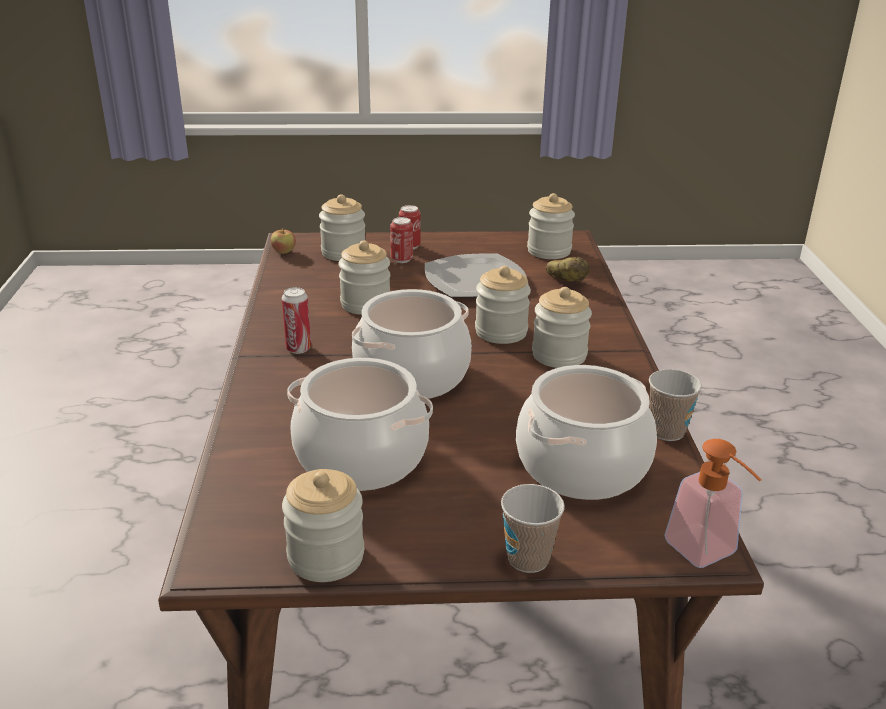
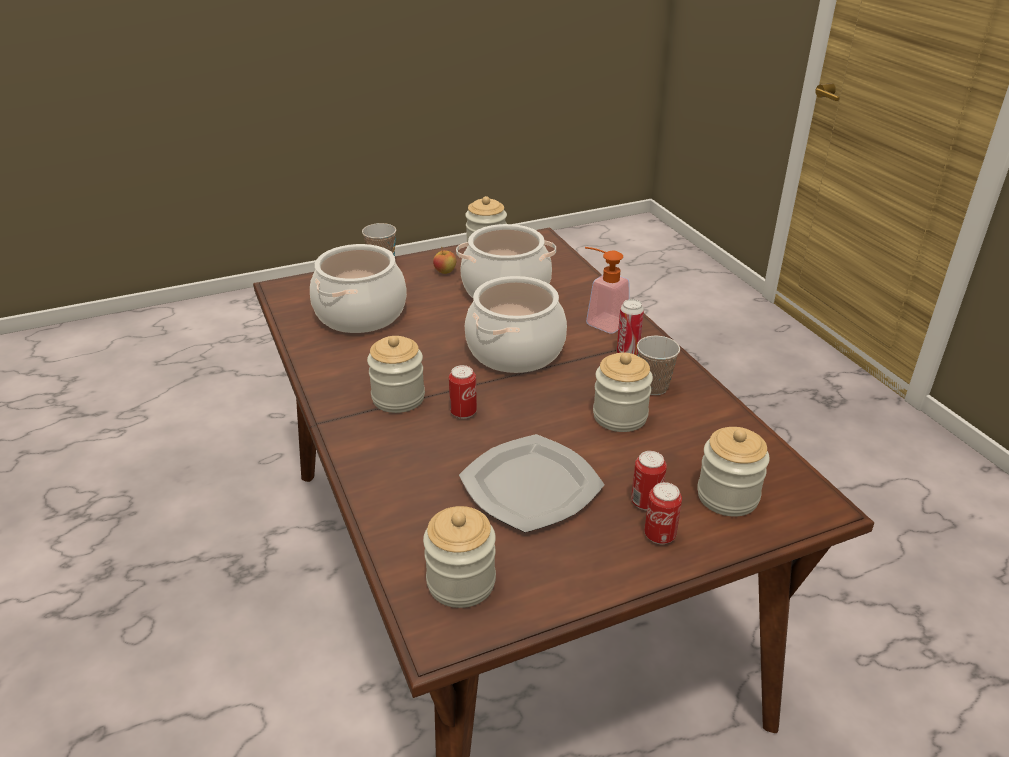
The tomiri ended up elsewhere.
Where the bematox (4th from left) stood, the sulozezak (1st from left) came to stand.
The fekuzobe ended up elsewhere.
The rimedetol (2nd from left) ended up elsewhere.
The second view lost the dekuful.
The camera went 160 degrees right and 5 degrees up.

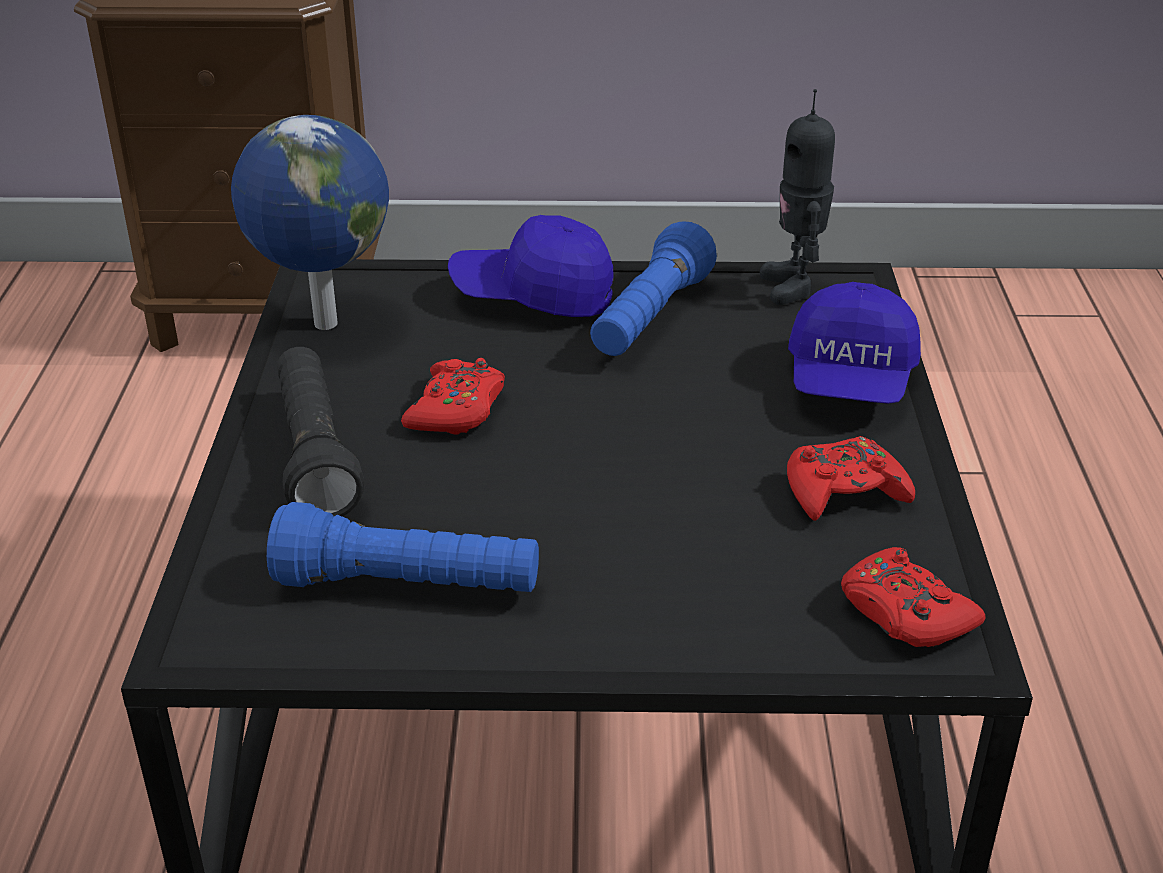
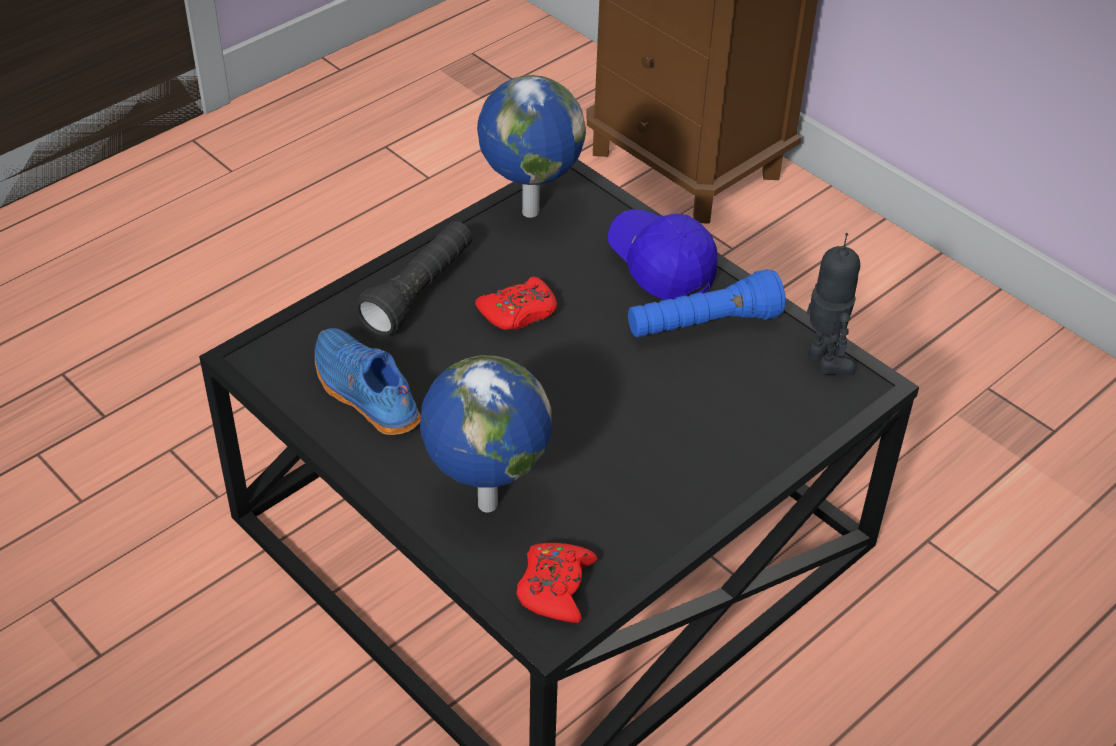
Where the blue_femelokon (1st from left) stood, the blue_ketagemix came to stand.
The second view gained the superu (1st from left).
The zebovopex ended up facing another way, 120 degrees clockwise from before.
The second view lost the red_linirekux (2nd from left).
The second view lost the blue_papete (2nd from left).
The camera went 45 degrees right and 10 degrees up.

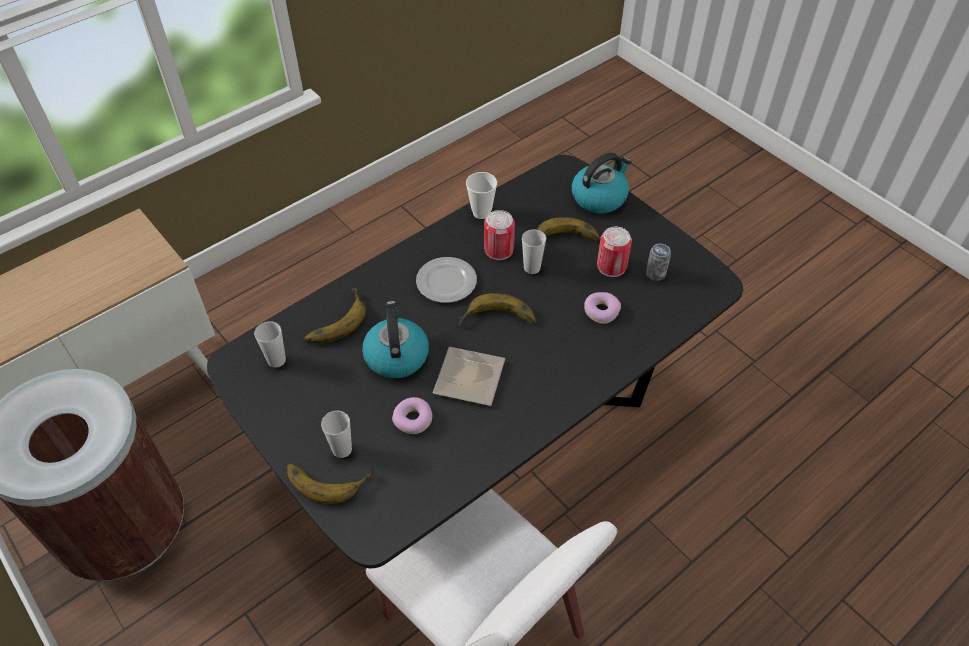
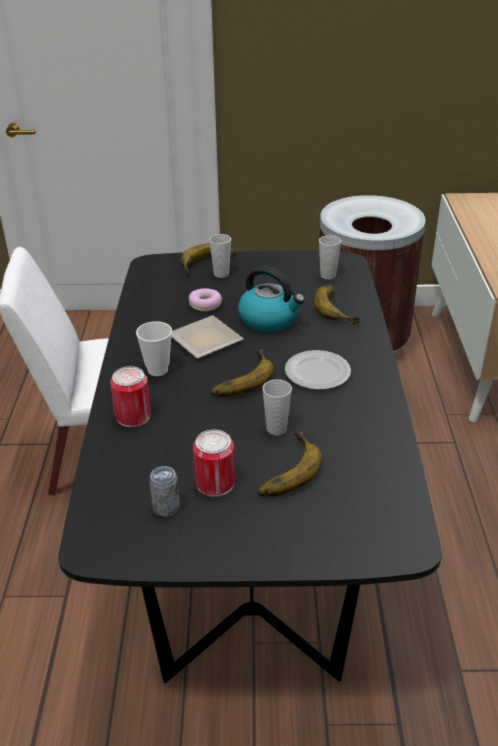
The sulozezak (1st from left) ended up elsewhere.
The rimedetol (3rd from left in the first image) ended up elsewhere.
The second view lost the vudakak (2nd from left).
The second view lost the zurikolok (2nd from left).
The camera went 130 degrees right and 15 degrees down.

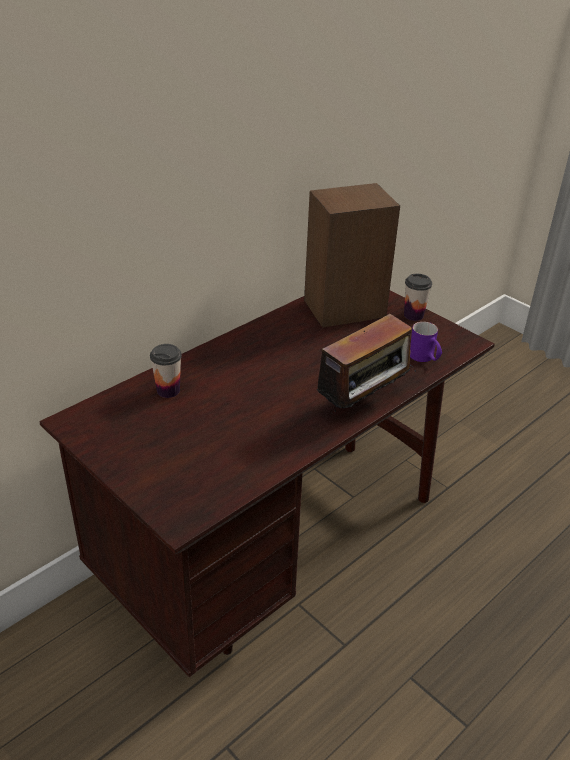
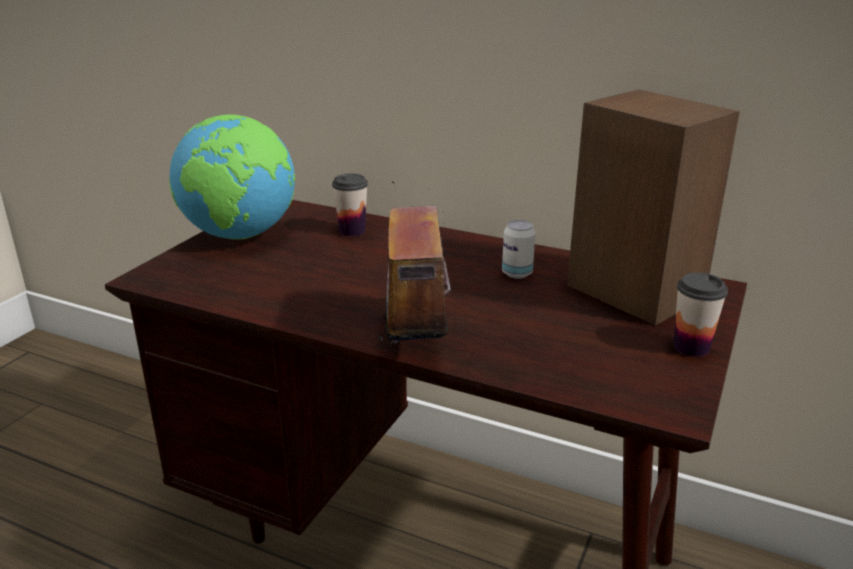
The second view gained the superu.
The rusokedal ended up facing another way, 60 degrees clockwise from before.
The second view gained the sulozezak.
The second view lost the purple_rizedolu.
The camera went 70 degrees right and 10 degrees down.

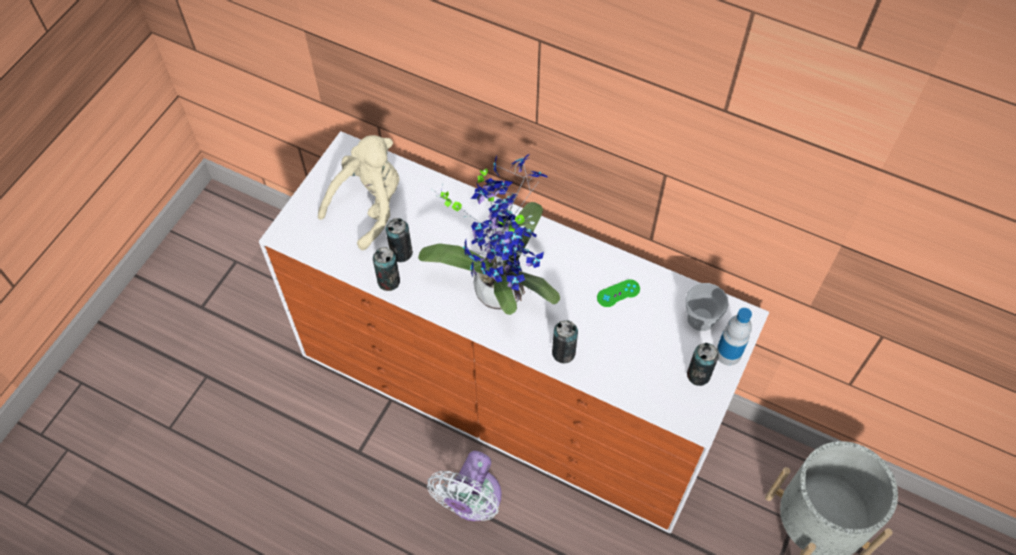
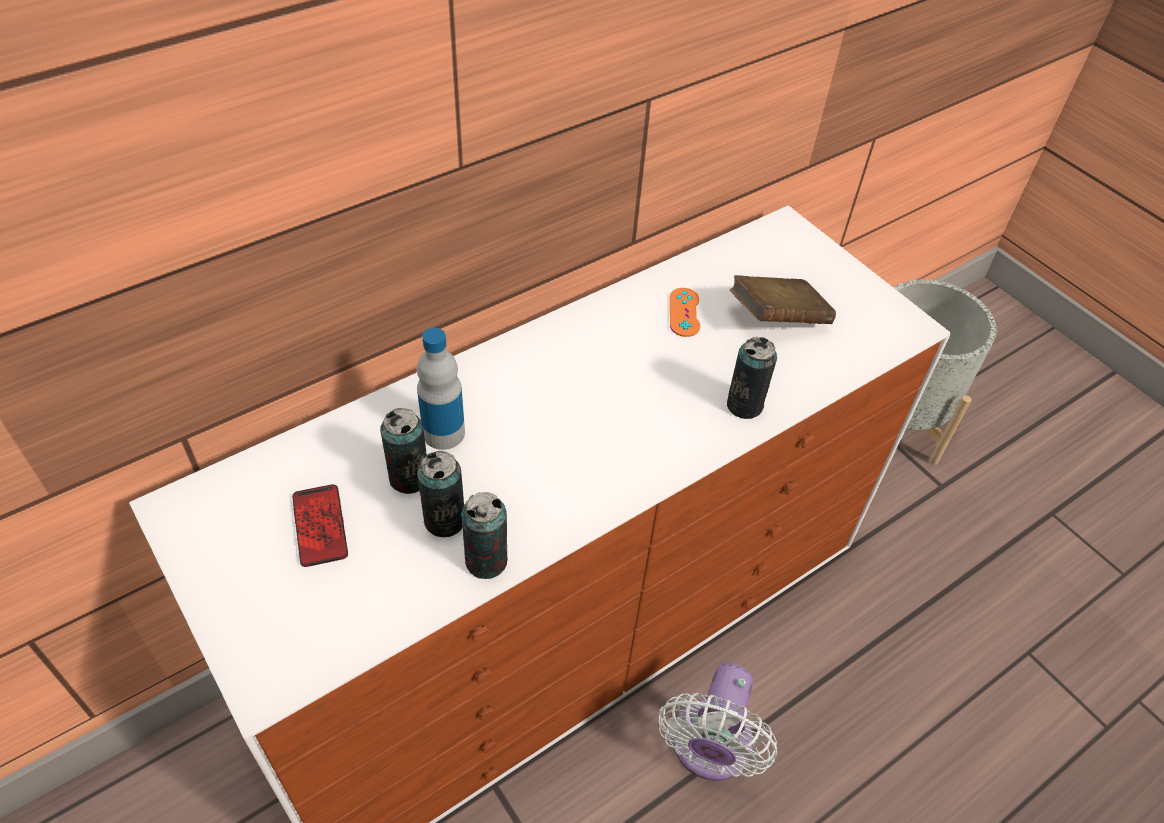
Where the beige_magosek stood, the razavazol came to stand.
The sulozezak (4th from left in the first image) ended up elsewhere.
The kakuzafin ended up elsewhere.
The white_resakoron ended up facing another way, 60 degrees clockwise from before.
What was the green_linirekux turned into the orange_linirekux.
The second view gained the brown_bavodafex.
The second view lost the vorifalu.
The second view lost the rimedetol.
The camera went 65 degrees left and 10 degrees down.

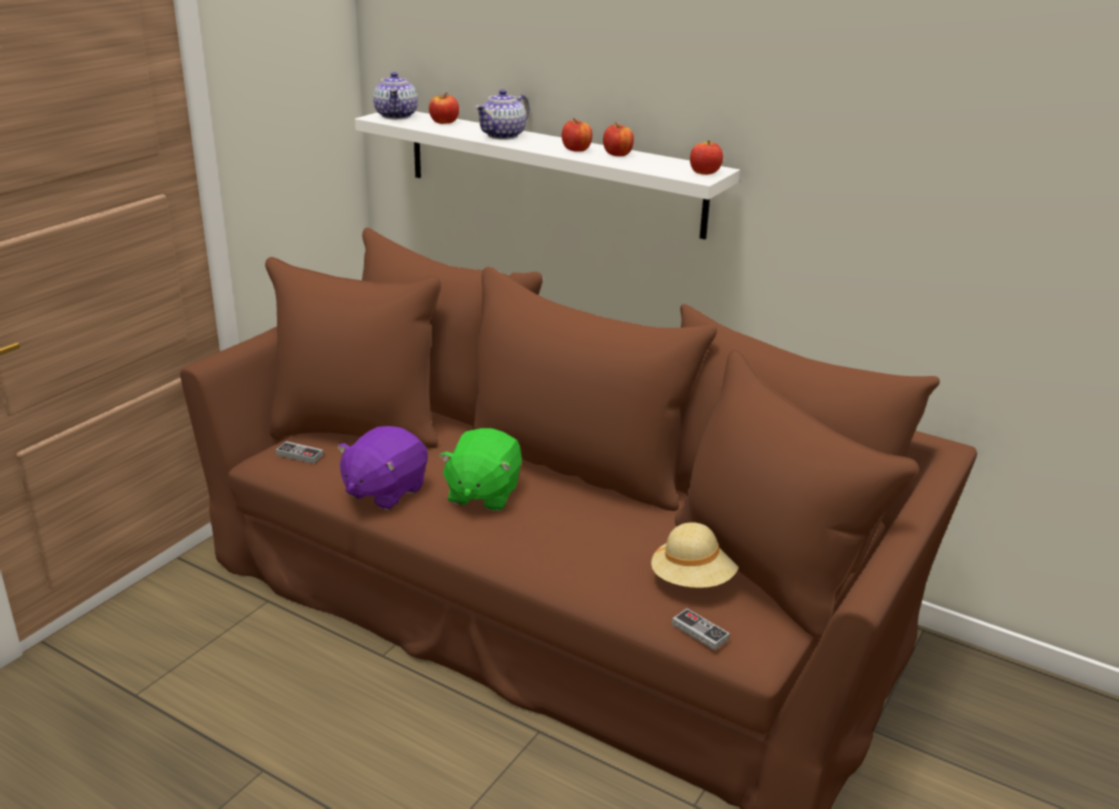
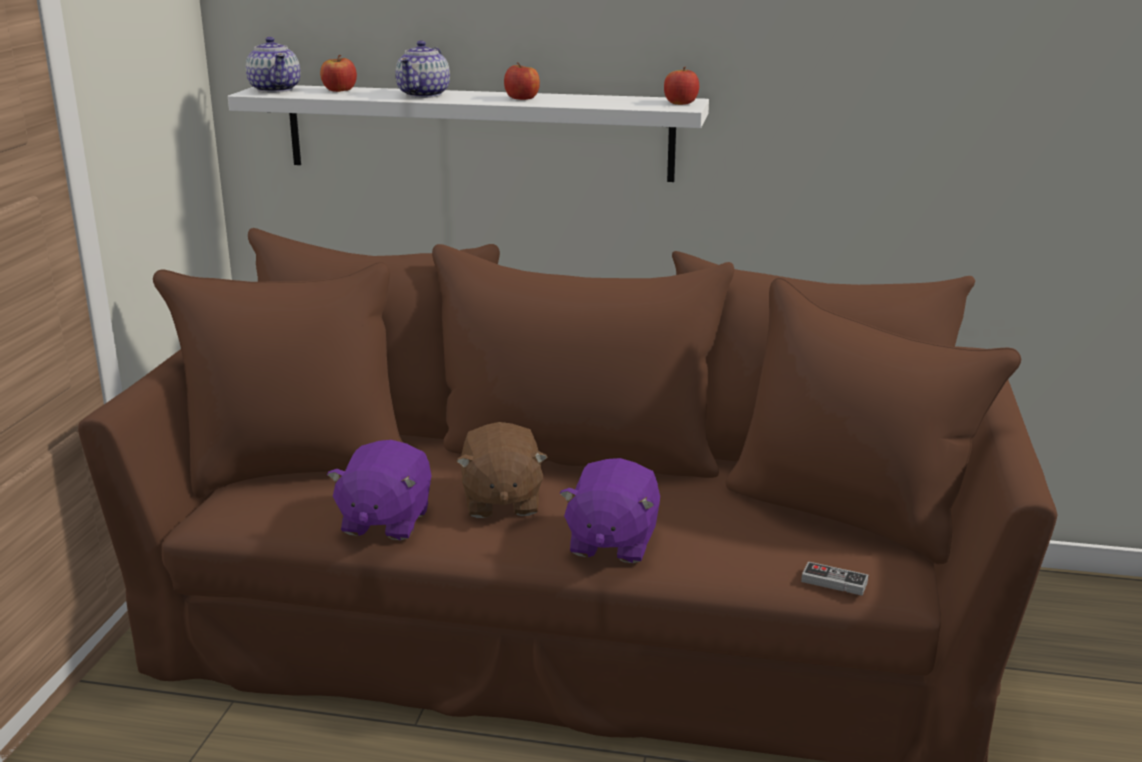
What was the green_magosek turned into the brown_magosek.
The second view gained the purple_magosek (2nd from left).
The second view lost the linirekux (1st from left).
The second view lost the tomiri (3rd from left).
The second view lost the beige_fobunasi.
The camera went 20 degrees left and 5 degrees down.

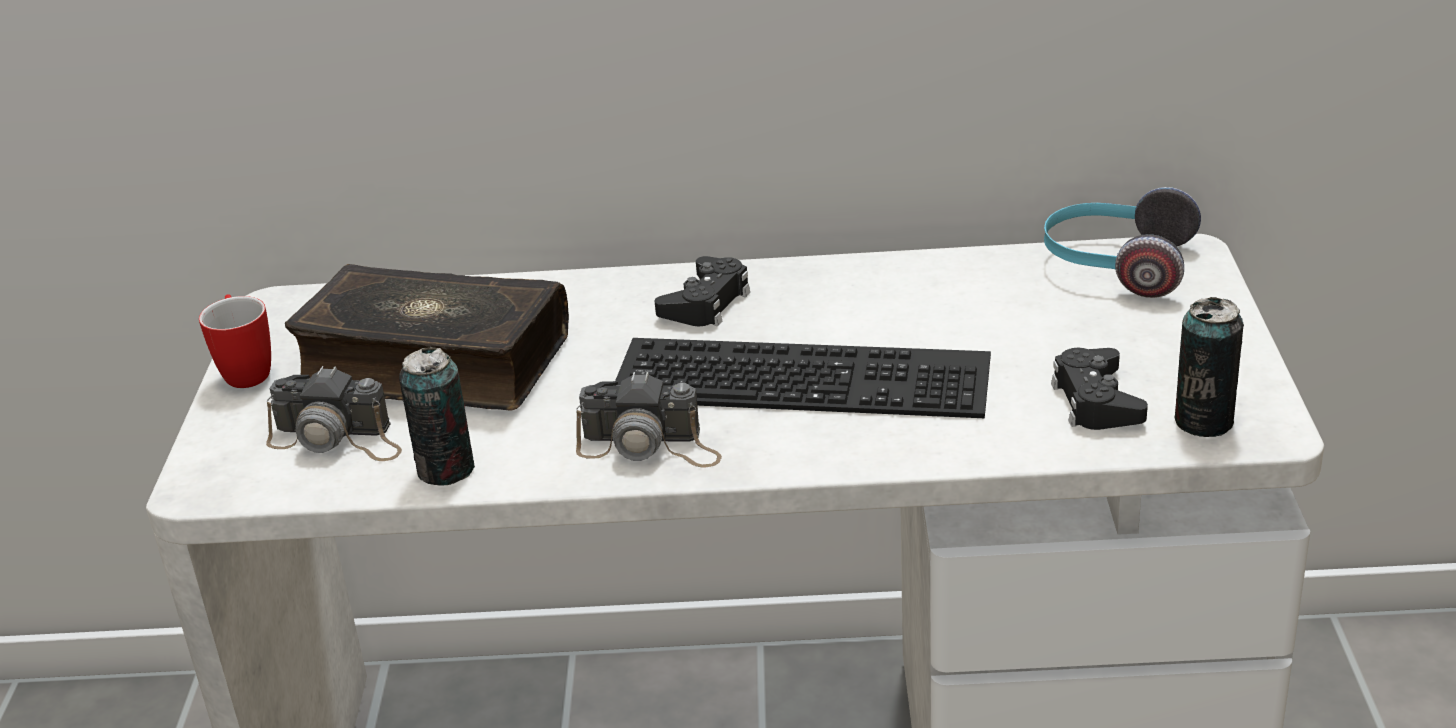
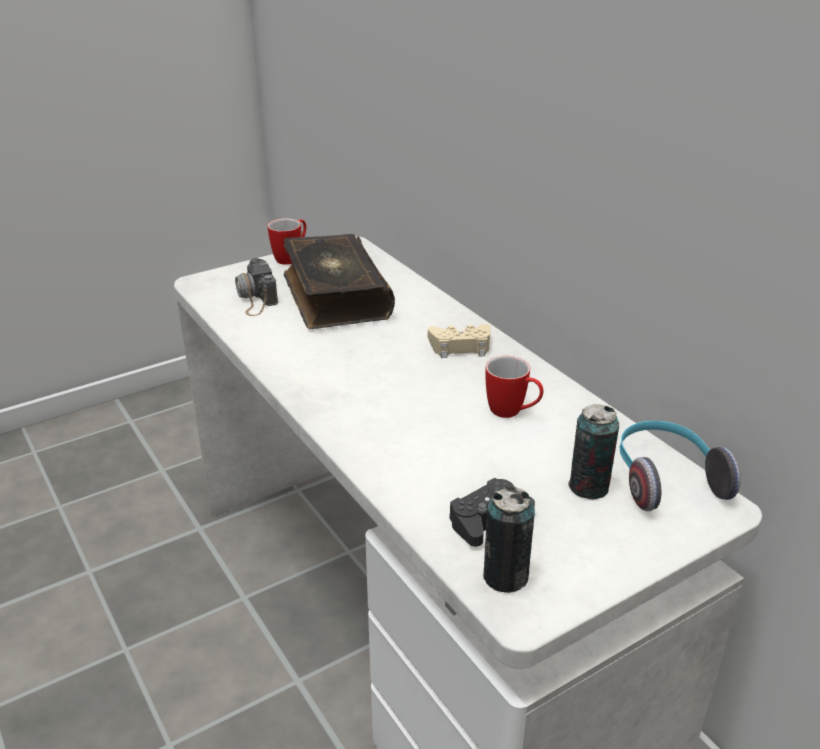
What was the black_linirekux (1st from left) turned into the beige_linirekux.
The second view gained the rizedolu (2nd from left).
The sulozezak (1st from left in the first image) ended up elsewhere.
The second view lost the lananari (2nd from left).
The second view lost the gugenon.
The camera went 55 degrees right and 0 degrees up.

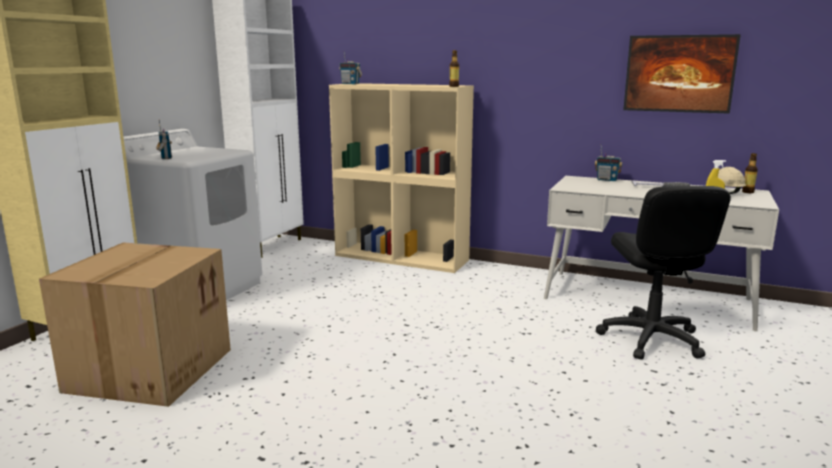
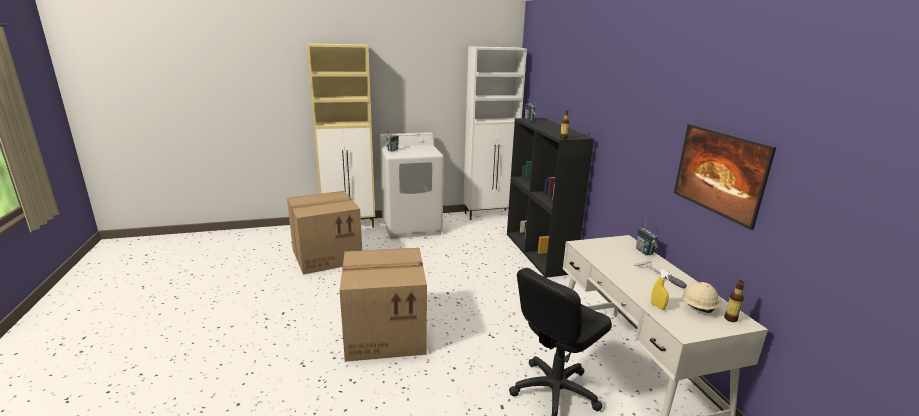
The second view gained the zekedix (2nd from left).
What was the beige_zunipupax turned into the black_zunipupax.
The camera went 50 degrees right and 5 degrees up.

